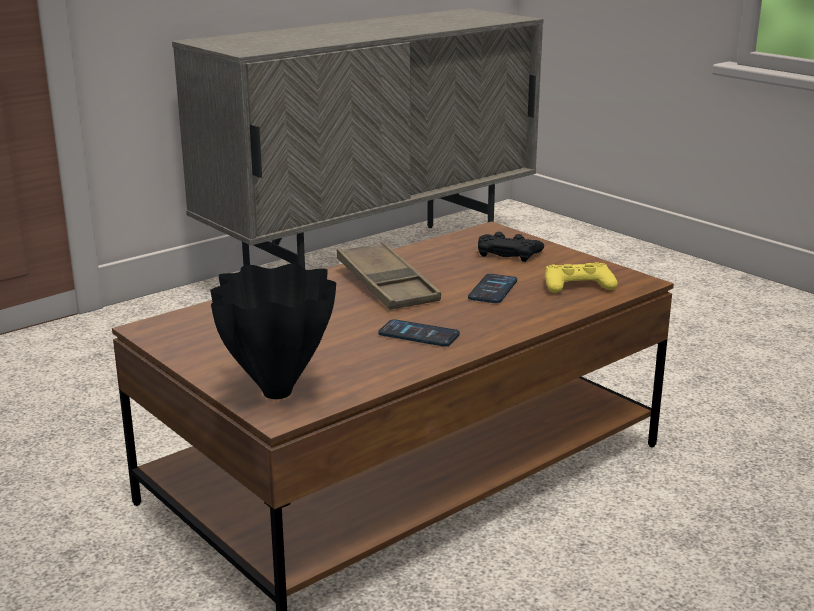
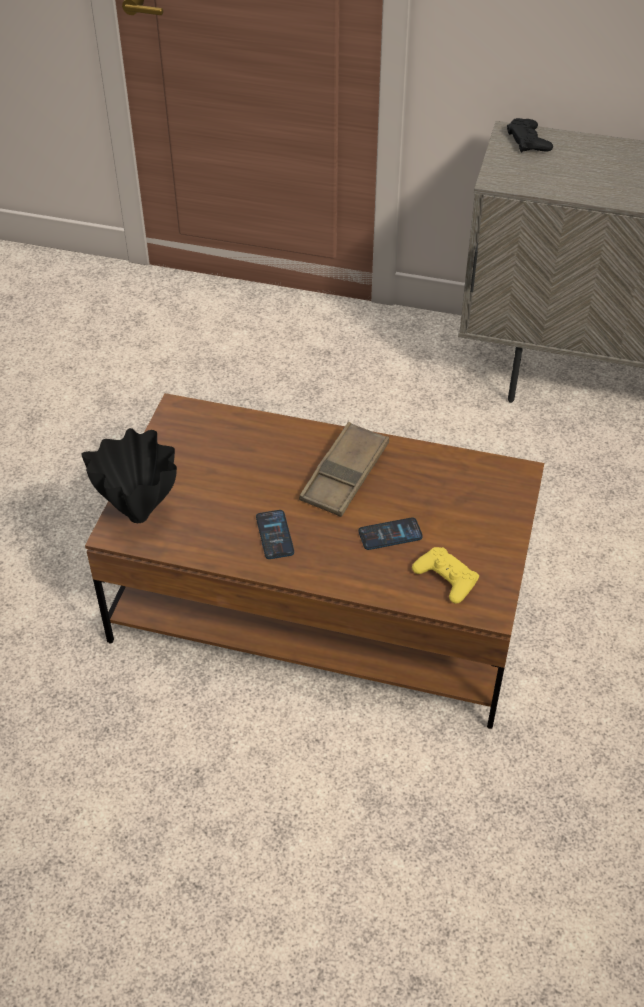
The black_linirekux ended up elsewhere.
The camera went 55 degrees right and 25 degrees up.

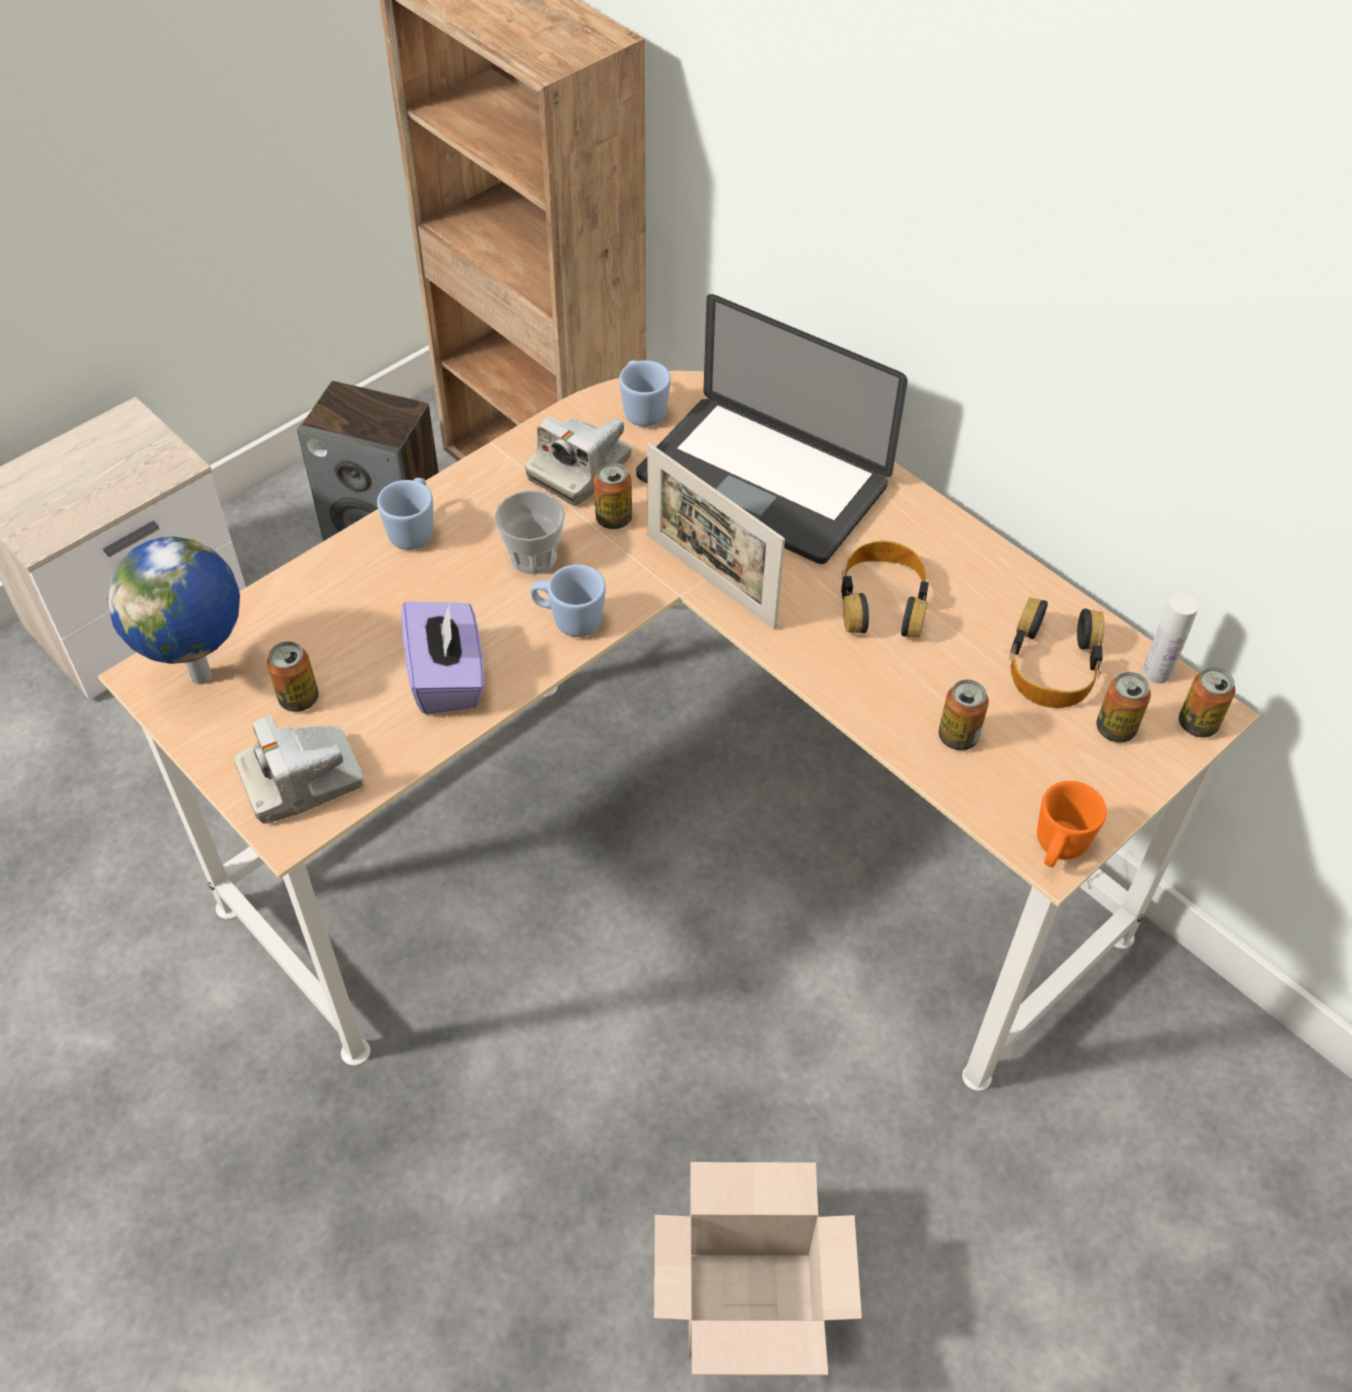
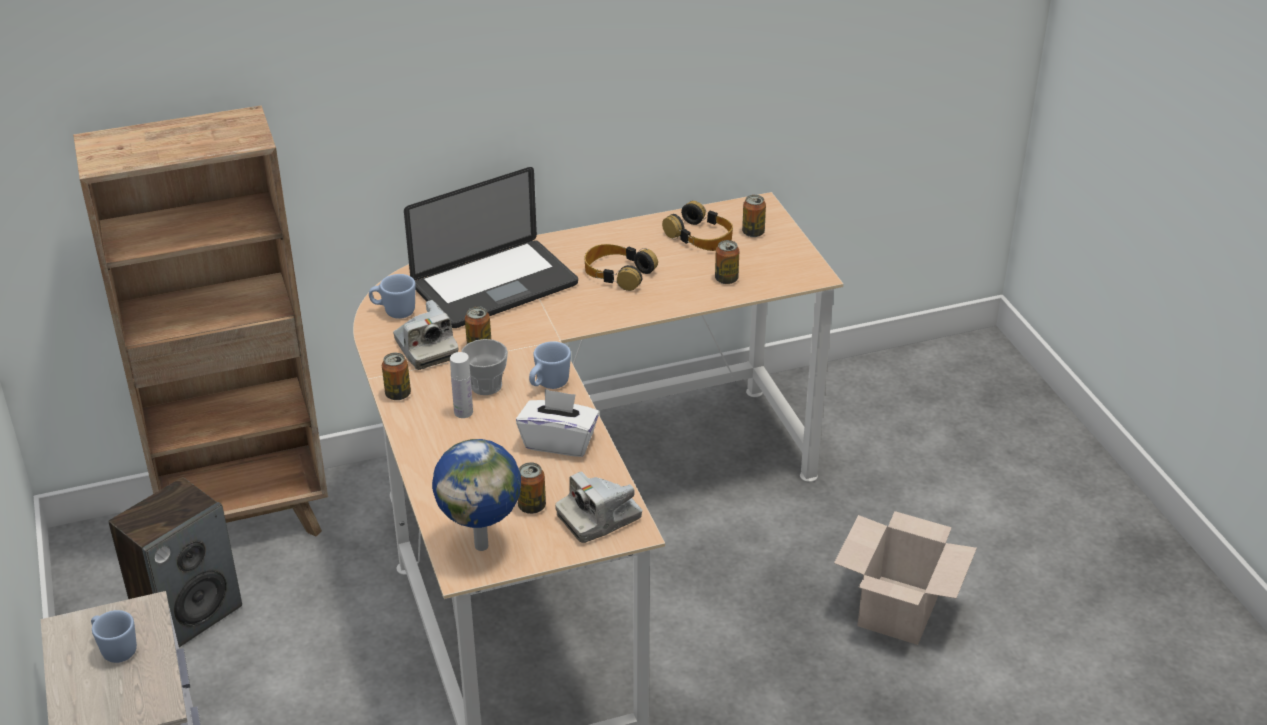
The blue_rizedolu (1st from left) ended up elsewhere.
The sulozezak (5th from left in the first image) ended up elsewhere.
The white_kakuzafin ended up elsewhere.
What was the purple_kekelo turned into the white_kekelo.
The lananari (1st from left in the first image) ended up facing another way, 60 degrees clockwise from before.
The second view lost the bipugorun.
The second view lost the orange_rizedolu.
The camera went 65 degrees left and 15 degrees down.

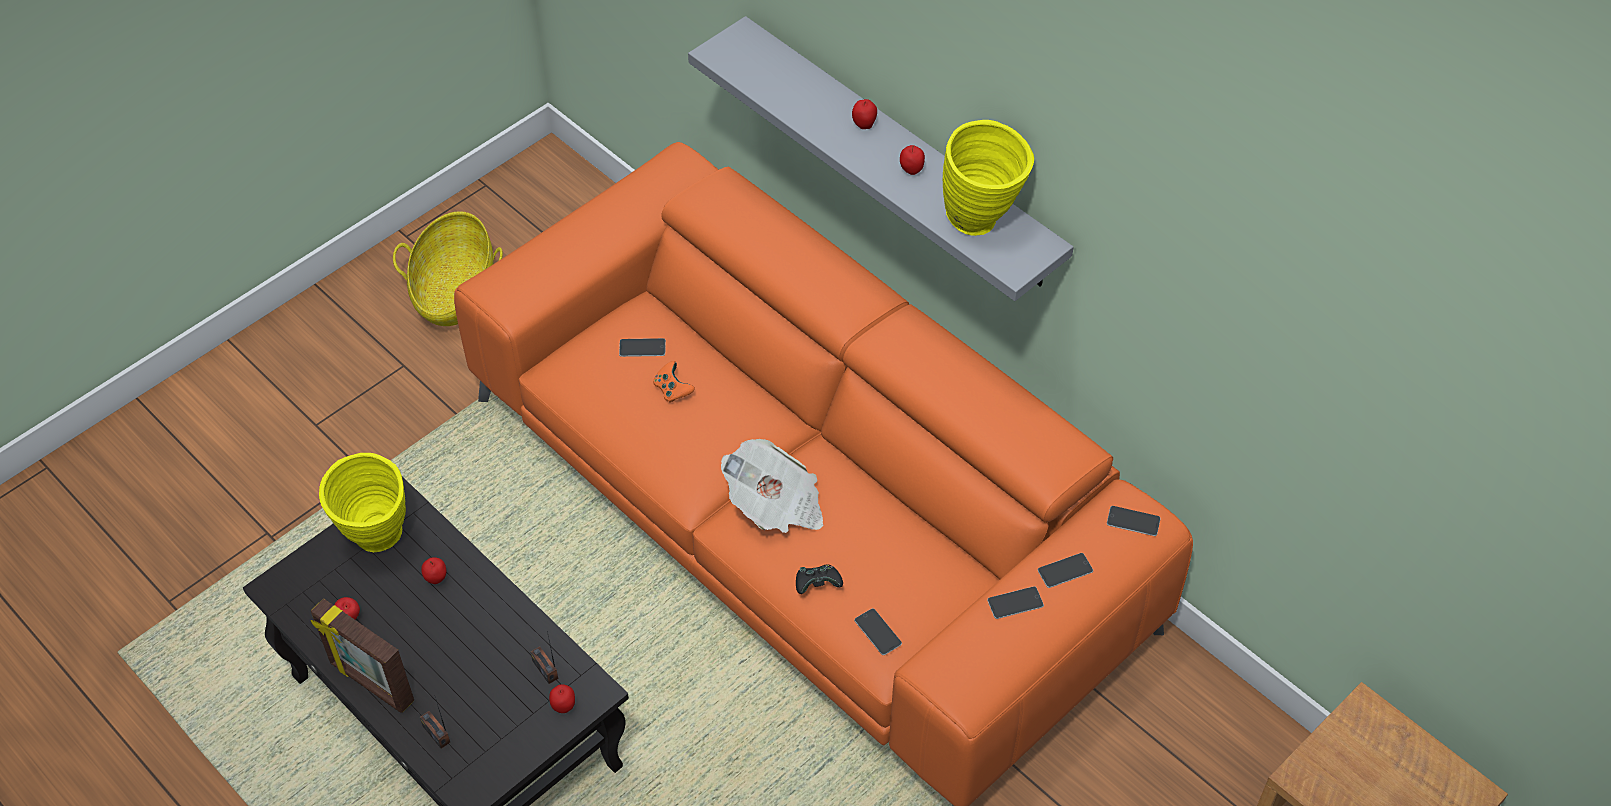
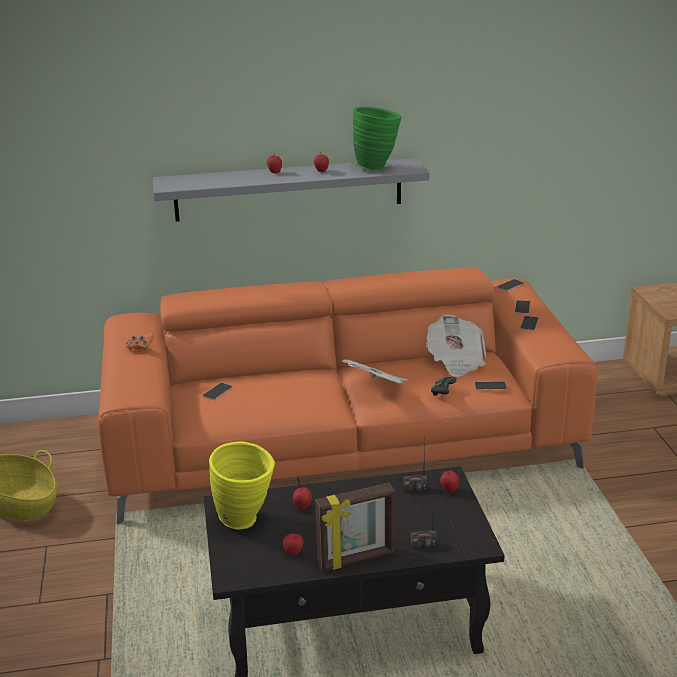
The orange_linirekux ended up elsewhere.
What was the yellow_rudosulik (2nd from left) turned into the green_rudosulik.
The second view gained the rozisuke (2nd from left).
The camera went 55 degrees left and 25 degrees down.

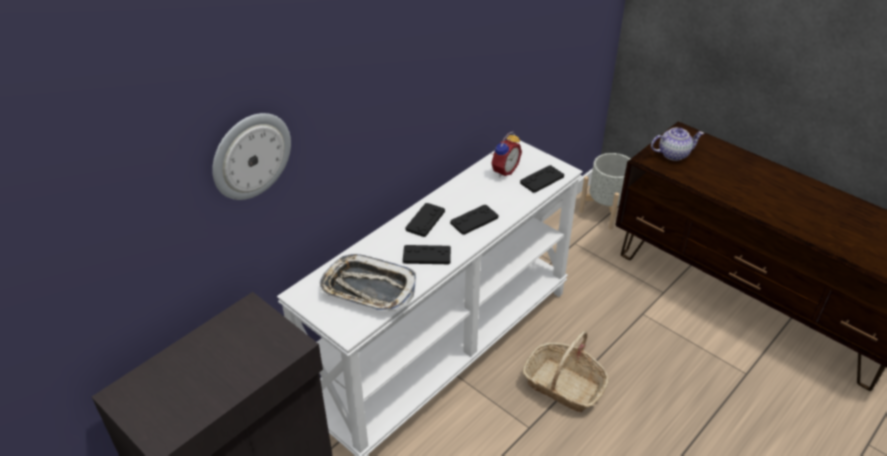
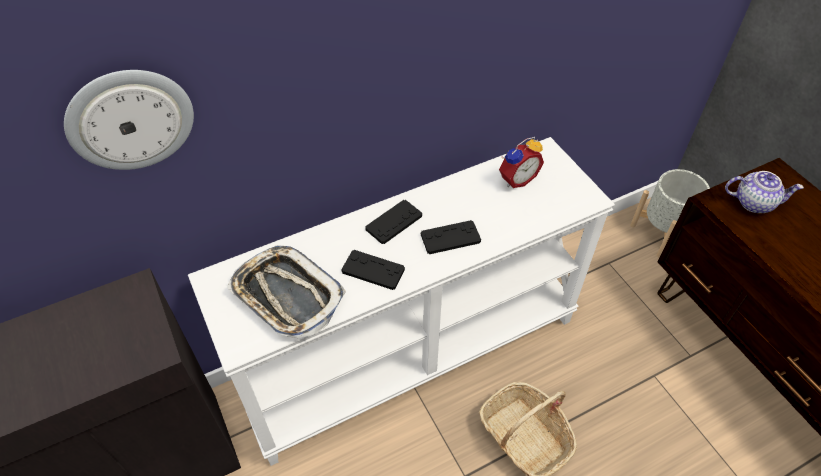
The second view lost the black_linirekux (4th from left).
The camera went 20 degrees right and 10 degrees up.

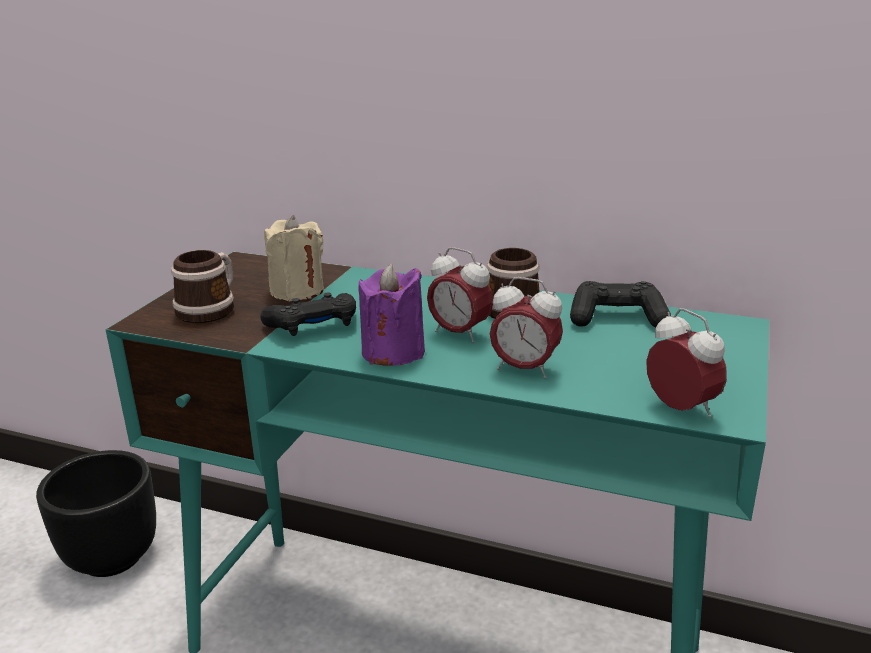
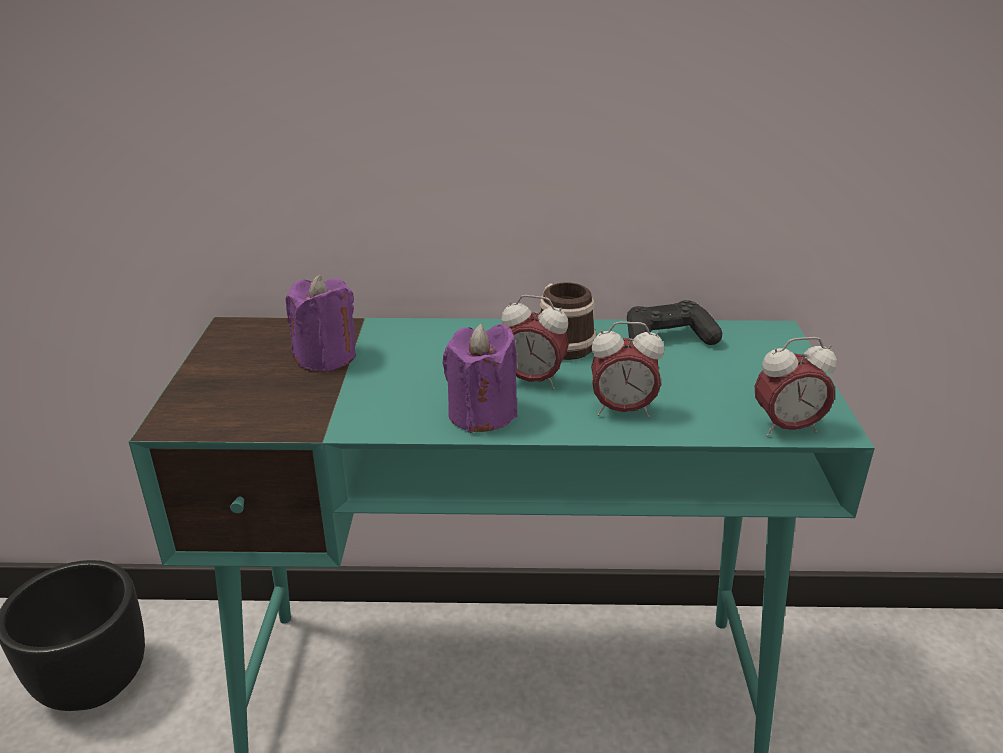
What was the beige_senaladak turned into the purple_senaladak (1st from left).
The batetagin (3rd from left) ended up facing another way, 135 degrees clockwise from before.
The second view lost the rizedolu (1st from left).
The second view lost the black_linirekux (1st from left).
The camera went 20 degrees left and 5 degrees up.

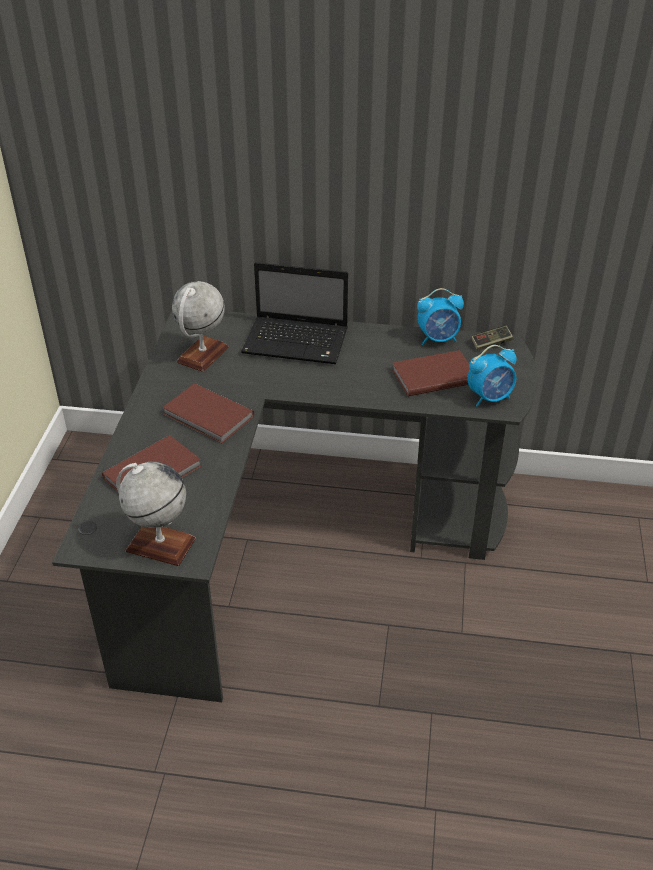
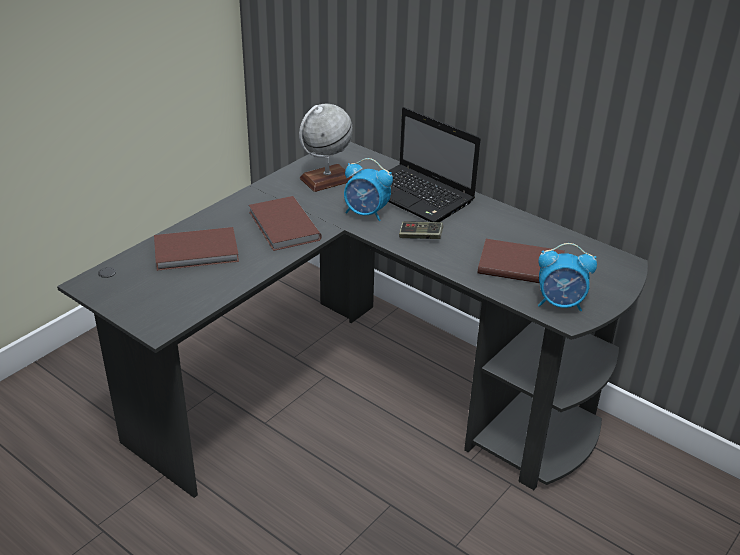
The batetagin (1st from left) ended up elsewhere.
The linirekux ended up elsewhere.
The second view lost the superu (1st from left).
The camera went 30 degrees right and 5 degrees down.

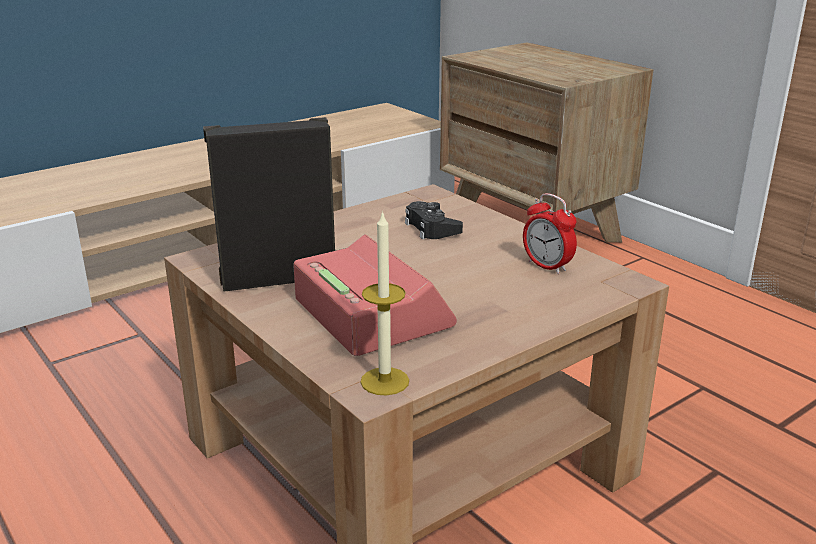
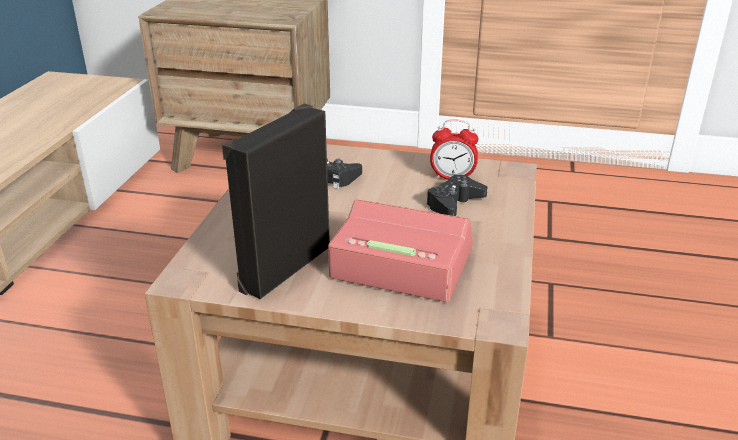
The second view gained the black_linirekux (2nd from left).
The second view lost the senaladak.
The camera went 40 degrees left and 5 degrees up.

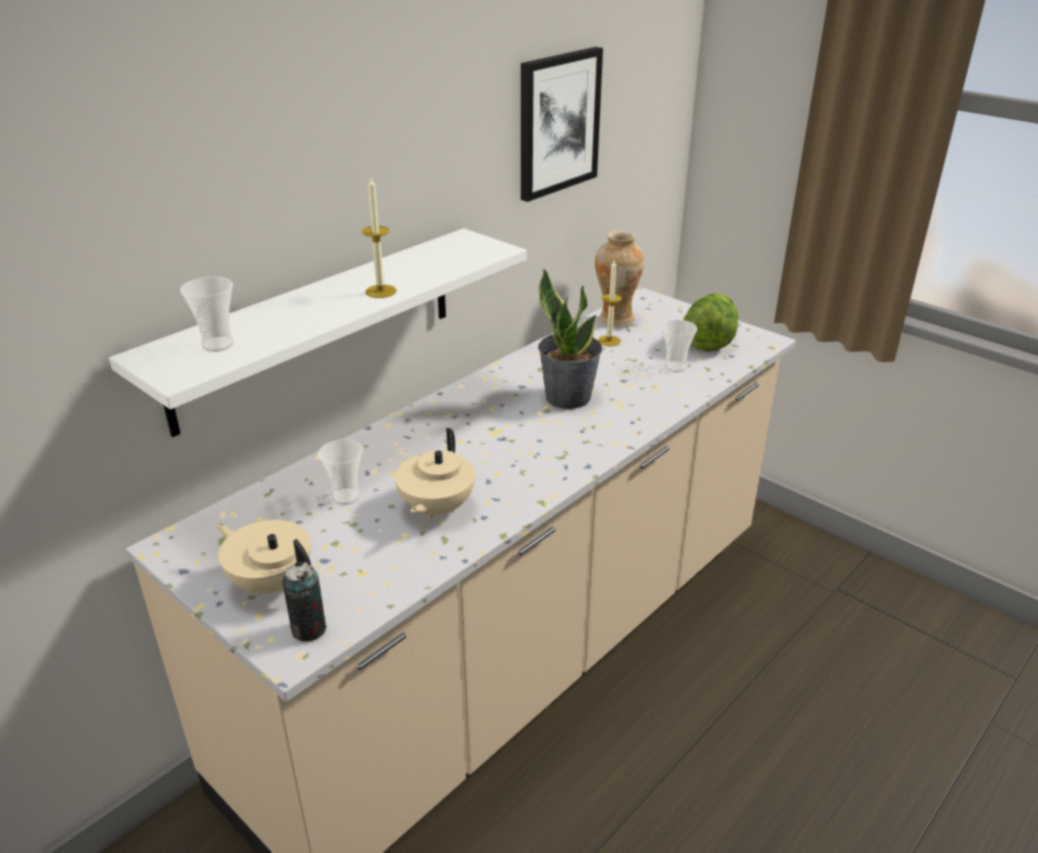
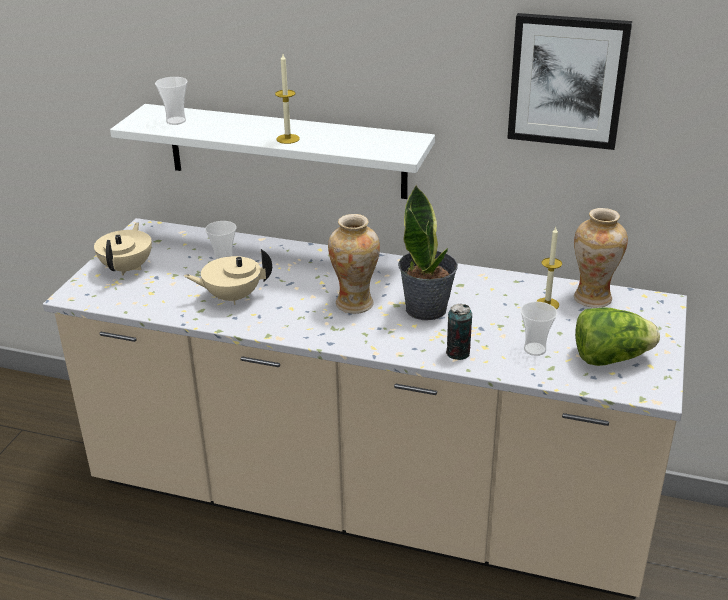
The second view gained the rudosulik (1st from left).
The sulozezak ended up elsewhere.
The camera went 65 degrees right and 0 degrees up.

